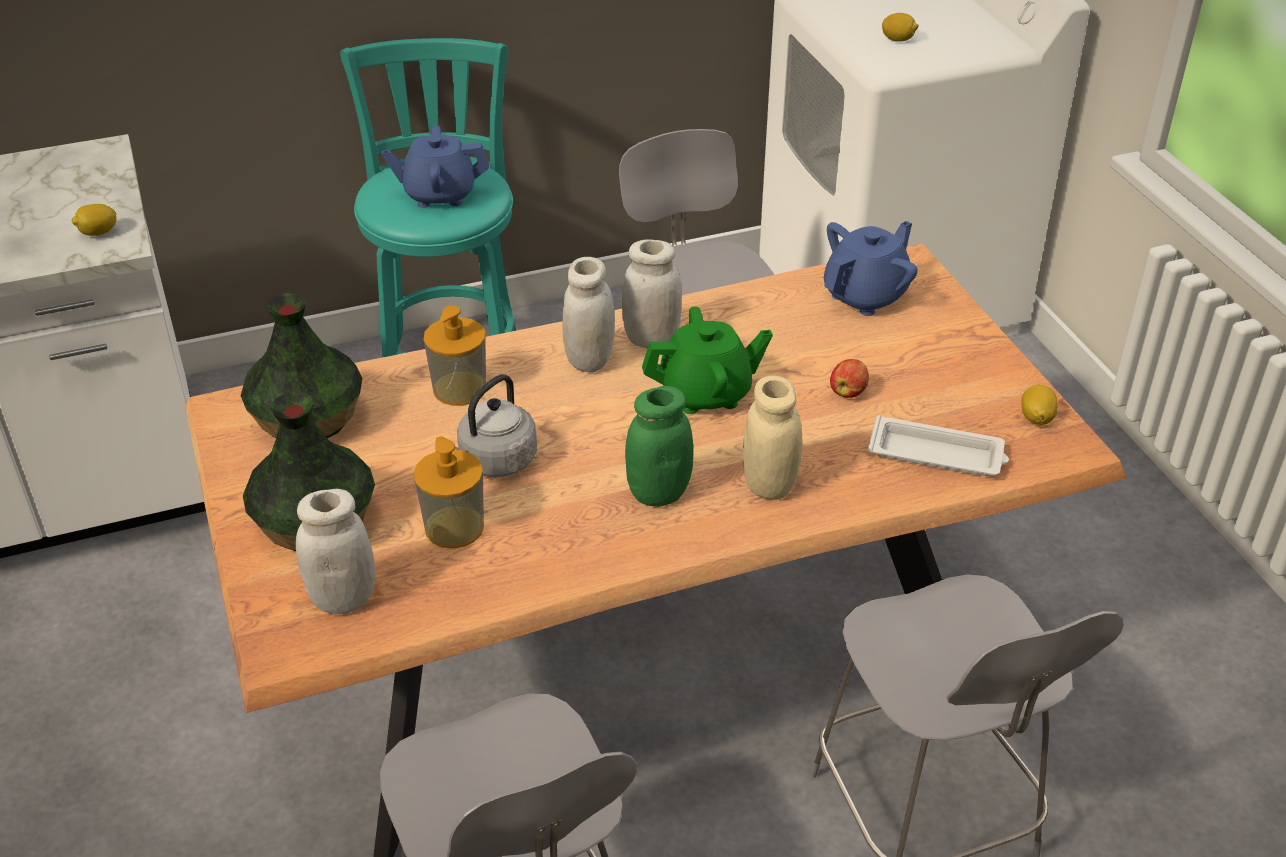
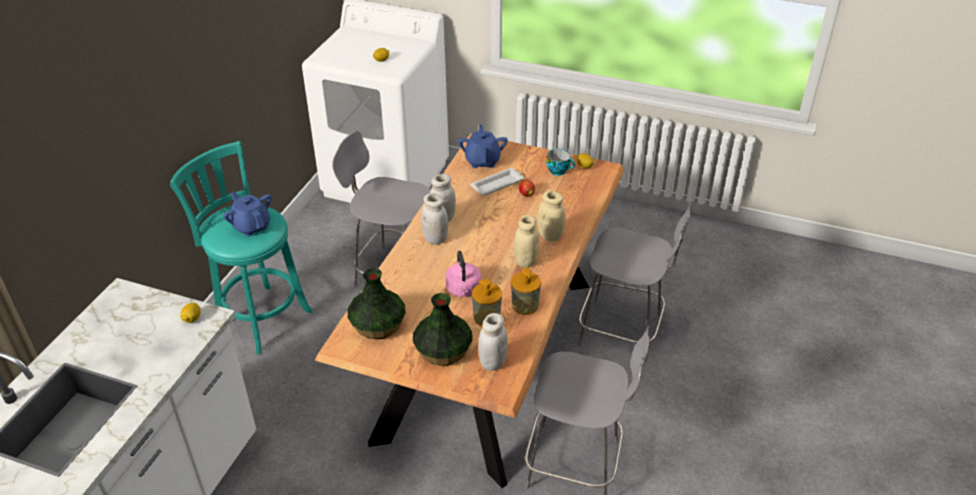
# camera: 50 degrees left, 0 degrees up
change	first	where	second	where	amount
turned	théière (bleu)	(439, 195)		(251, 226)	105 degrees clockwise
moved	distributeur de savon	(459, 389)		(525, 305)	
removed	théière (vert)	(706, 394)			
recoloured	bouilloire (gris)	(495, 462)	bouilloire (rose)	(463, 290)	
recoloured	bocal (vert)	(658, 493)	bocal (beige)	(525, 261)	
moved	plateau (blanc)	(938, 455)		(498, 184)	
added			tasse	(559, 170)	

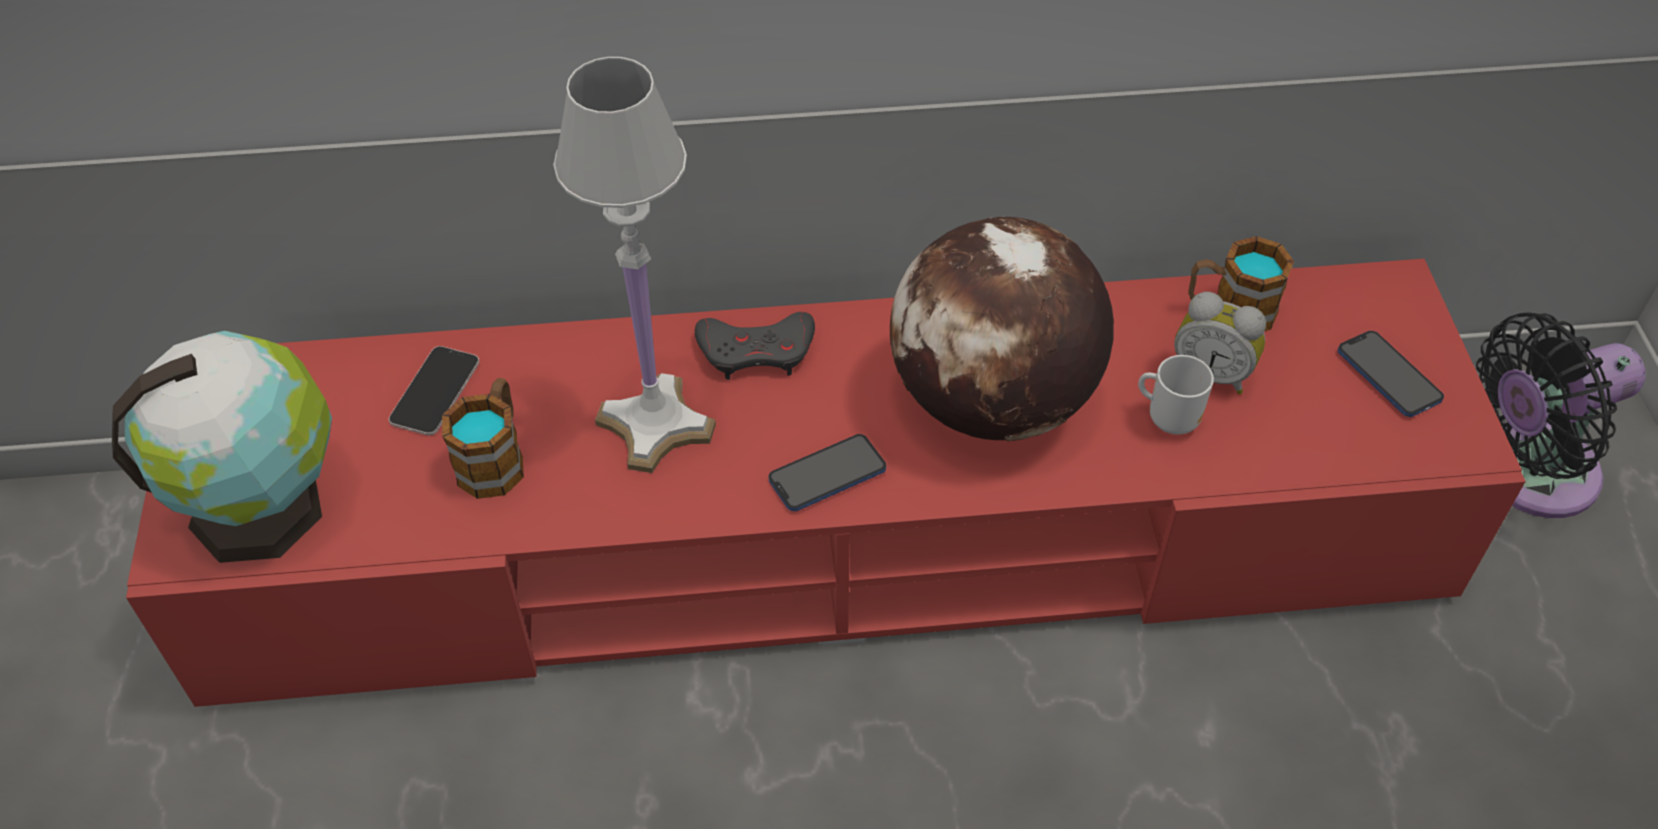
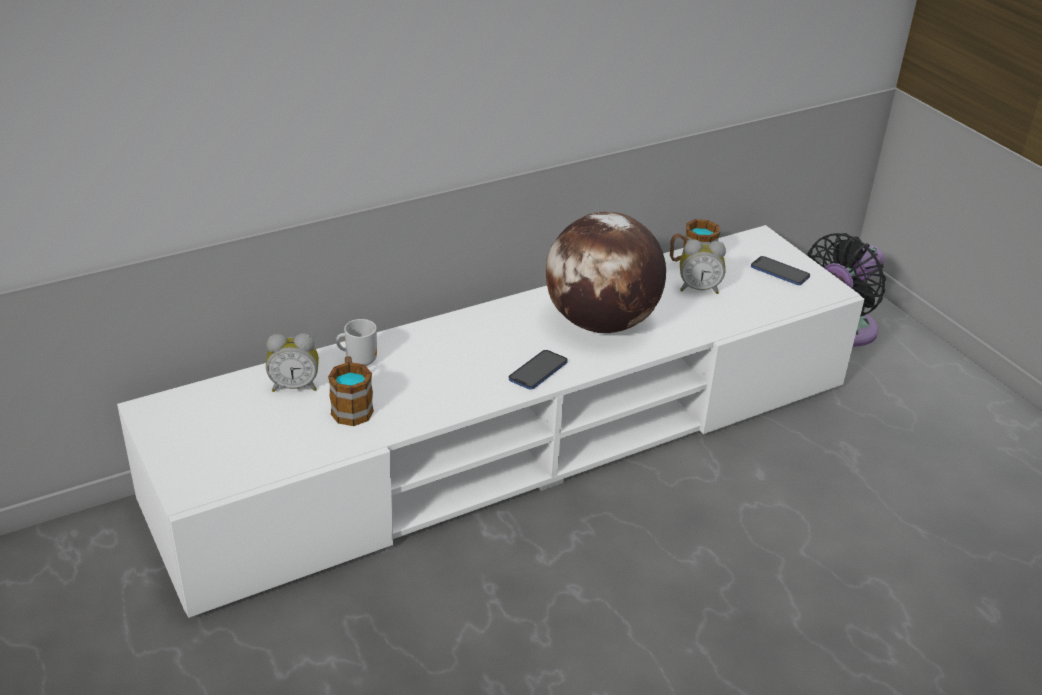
# camera: 25 degrees left, 15 degrees down
change	first	where	second	where	amount
removed	lampe de table (blanc)	(654, 425)			
recoloured	meuble télé (rouge)	(832, 539)	meuble télé (blanc)	(518, 442)	
removed	manette (gris)	(757, 351)			
removed	globe	(265, 507)			
replaced	téléphone	(435, 391)	réveil	(294, 386)	
moved	mug	(1170, 418)		(359, 360)	

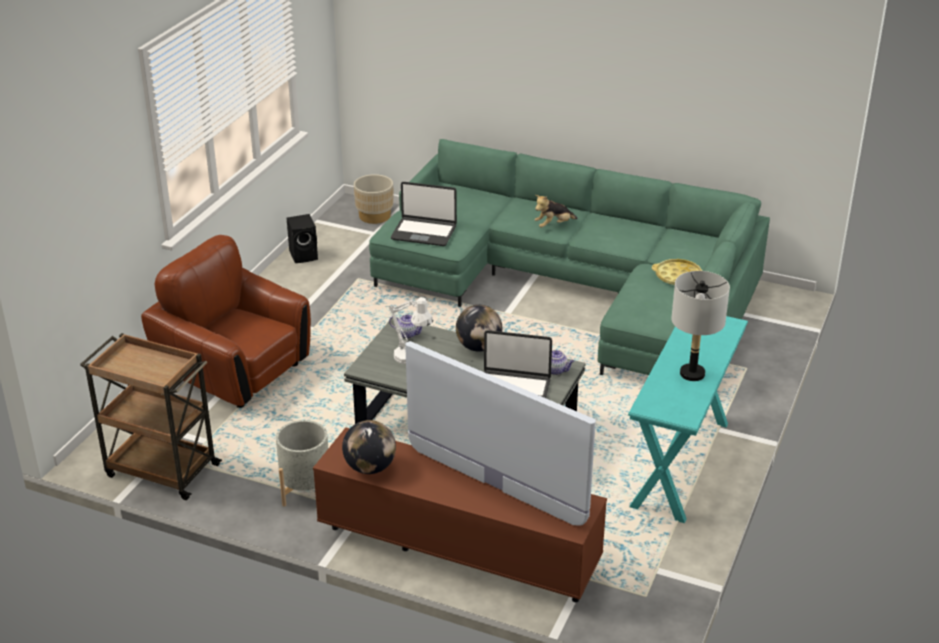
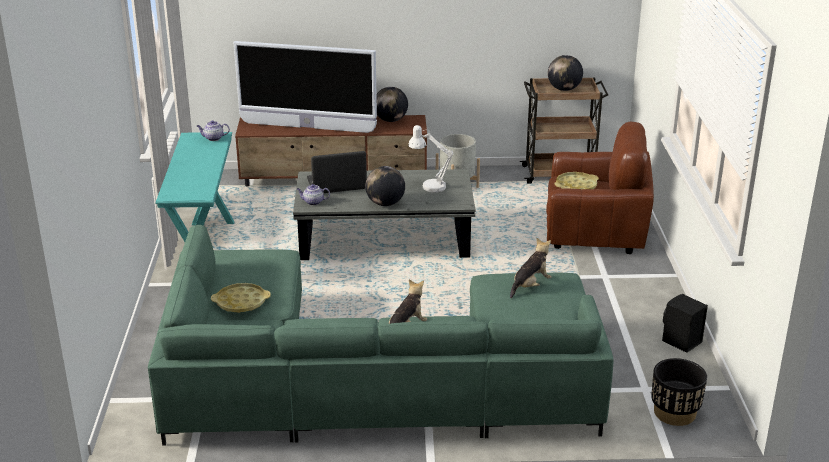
# camera: 155 degrees right, 5 degrees down
change	first	where	second	where	amount
recoloured	cache-pot (beige)	(374, 216)	cache-pot (noir)	(674, 413)	
replaced	ordinateur portable	(424, 232)	peluche	(530, 286)	
removed	lampe de table (gris)	(692, 374)			
moved	théière	(408, 334)		(213, 138)	
added			globe	(564, 89)	
added			plateau (jaune)	(576, 186)	

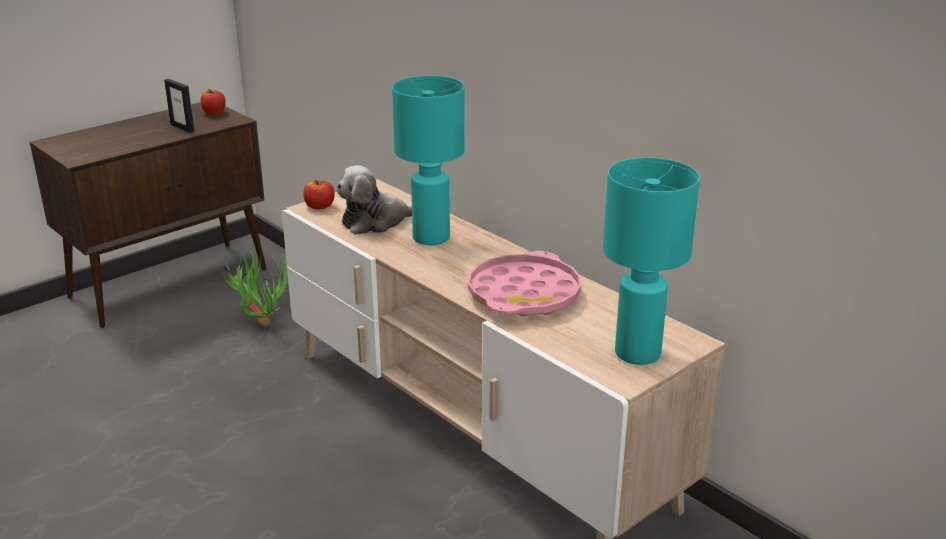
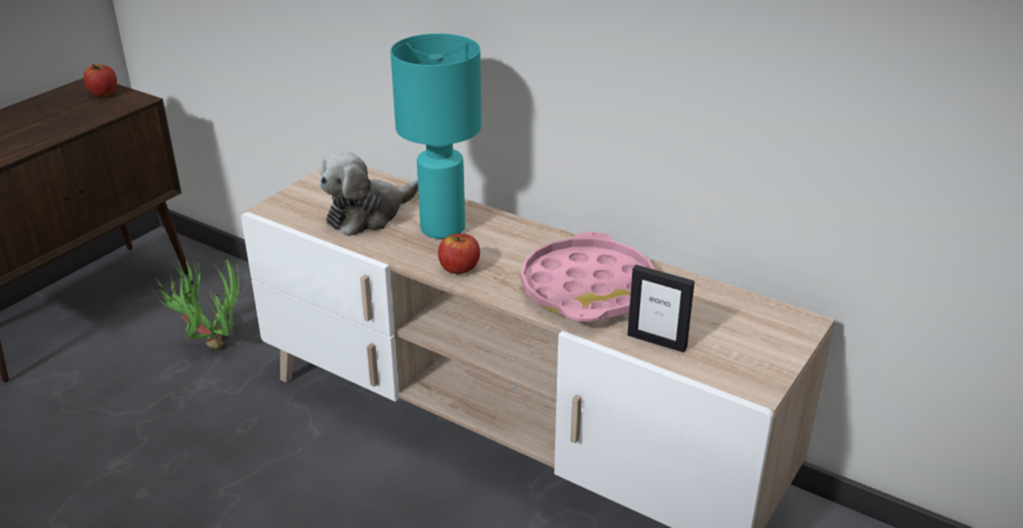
# camera: 15 degrees left, 5 degrees up
change	first	where	second	where	amount
moved	cadre photo	(182, 128)		(657, 341)	
removed	lampe de table (turquoise)	(636, 353)			
moved	pomme	(319, 206)		(459, 268)	

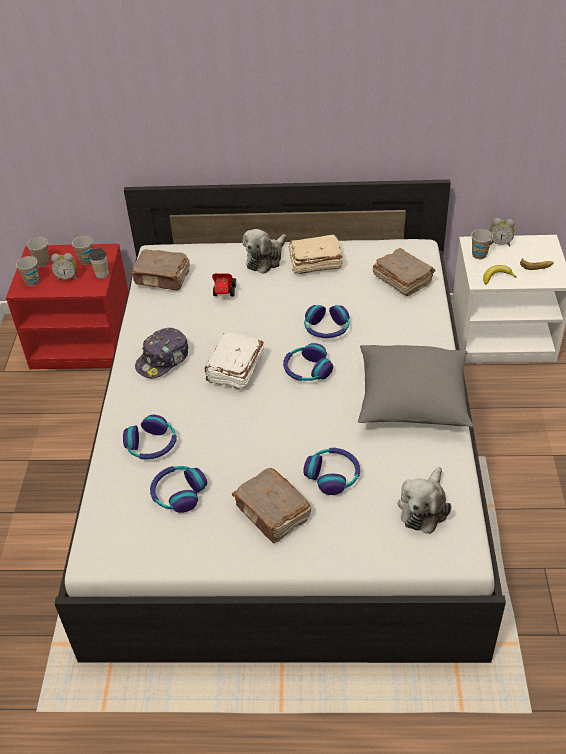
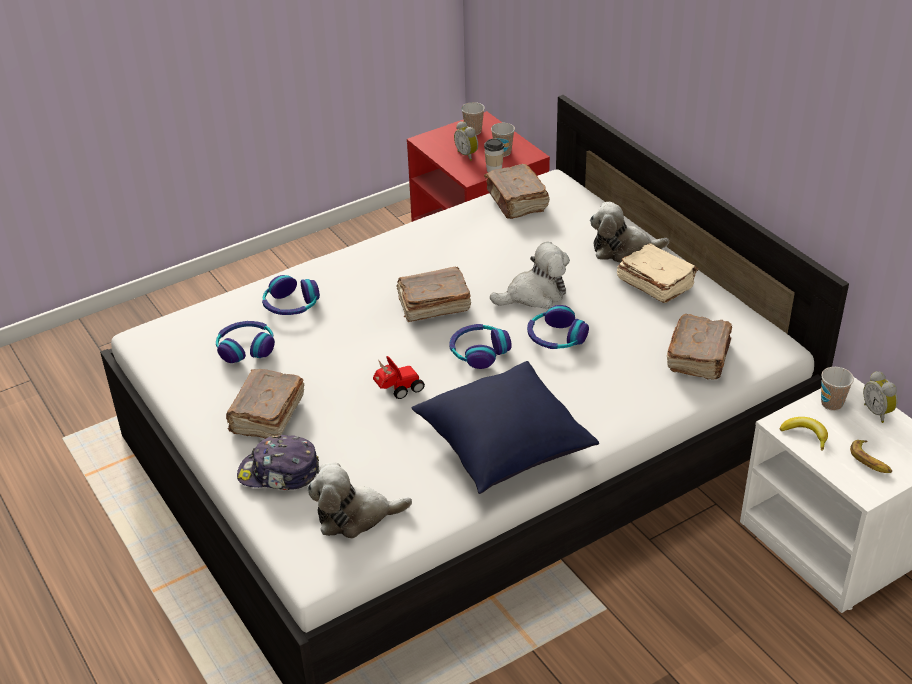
# camera: 55 degrees right, 5 degrees down
change	first	where	second	where	amount
removed	tasse	(32, 282)			
moved	petite voiture	(224, 294)		(397, 389)	
moved	casquette	(163, 360)		(279, 473)	
recoloured	livre (blanc)	(234, 369)	livre (marron)	(432, 305)	
recoloured	coussin (gris)	(412, 402)	coussin (bleu)	(503, 446)	
removed	casque audio	(333, 475)			
added			peluche	(534, 295)	

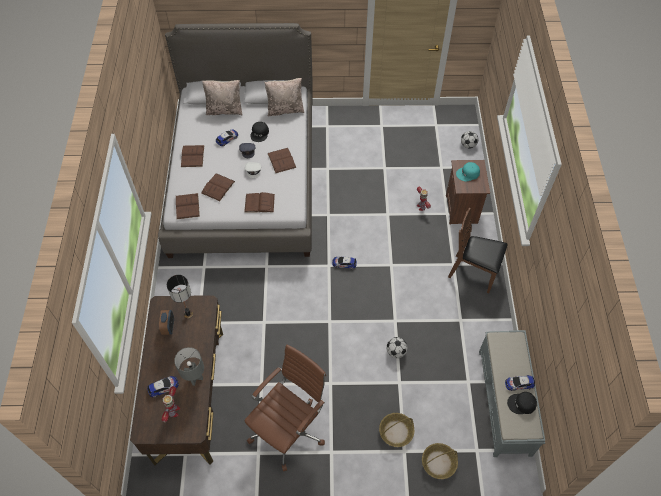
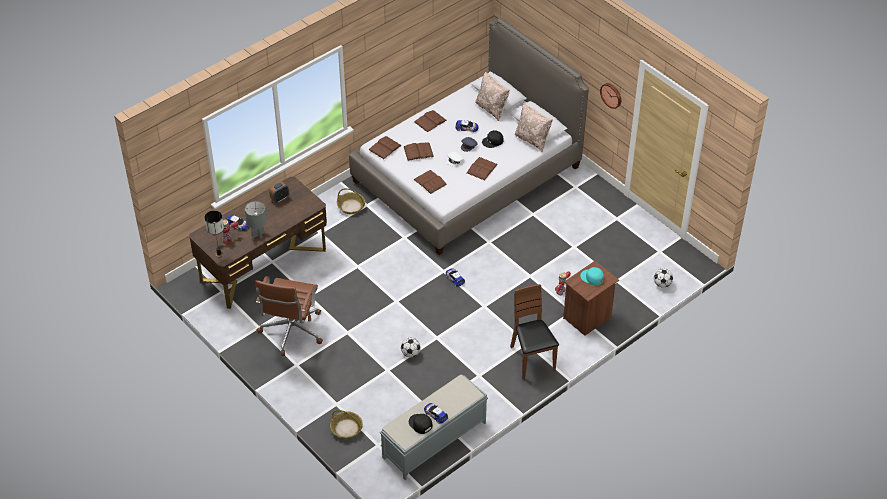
# camera: 50 degrees right, 10 degrees down
change	first	where	second	where	amount
moved	lampe de table	(188, 314)		(219, 254)	
turned	chaise de bureau (marron)	(289, 428)		(291, 332)	105 degrees clockwise
moved	panier	(396, 431)		(351, 206)	
added			horloge murale	(611, 95)	

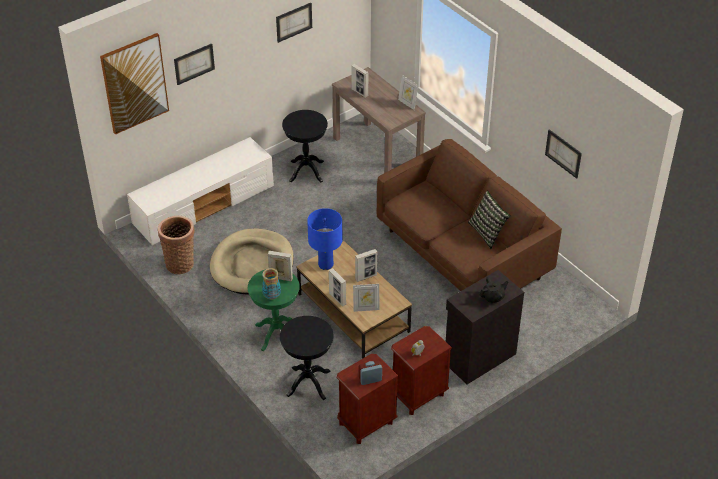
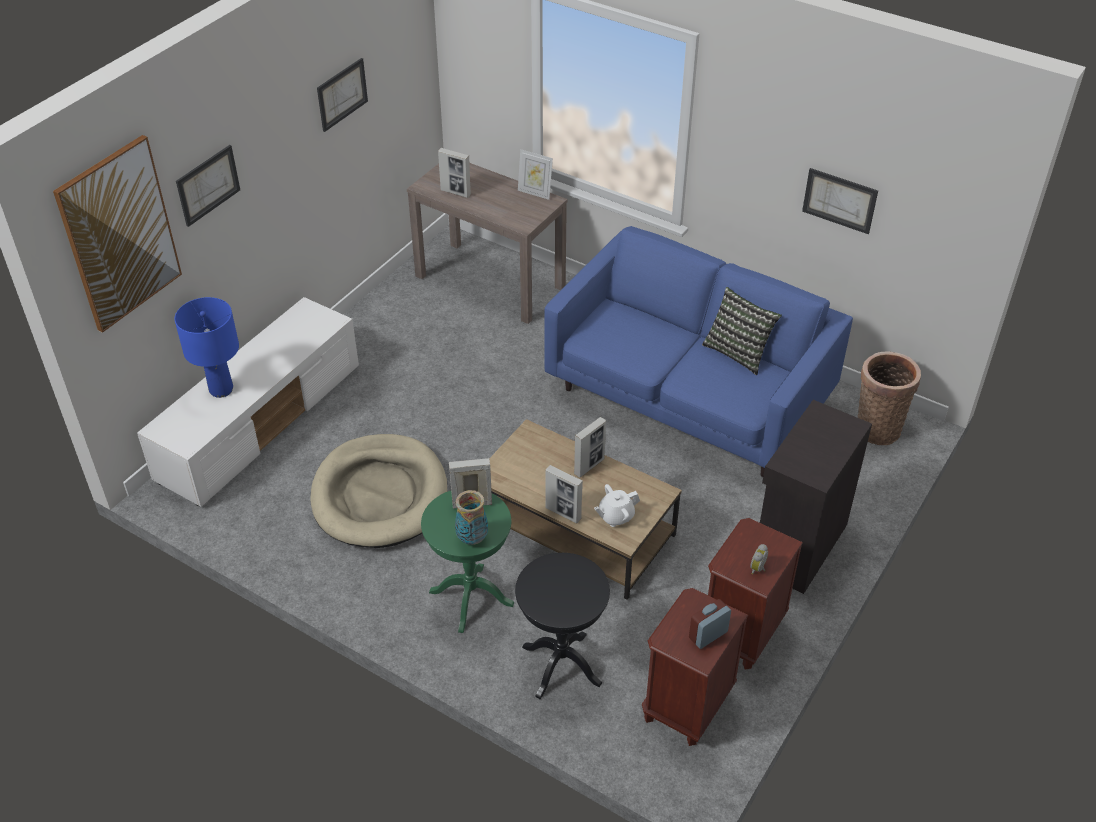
# camera: 20 degrees left, 0 degrees up
change	first	where	second	where	amount
removed	table d'appoint (noir)	(306, 171)			
recoloured	canapé (marron)	(462, 254)	canapé (bleu)	(688, 396)	
moved	lampe de table (bleu)	(326, 265)		(221, 390)	
moved	panier	(180, 263)		(877, 427)	
removed	théière (noir)	(493, 297)			
replaced	cadre photo	(366, 308)	théière (blanc)	(615, 516)	

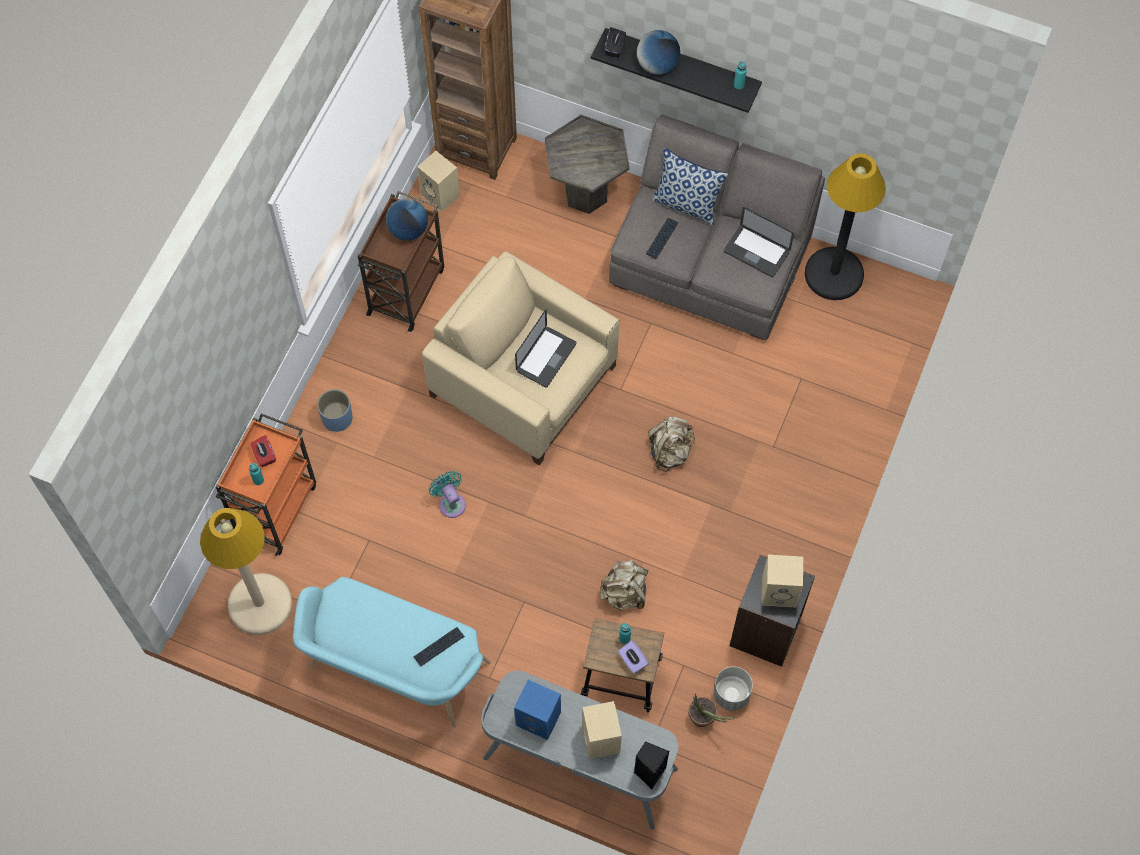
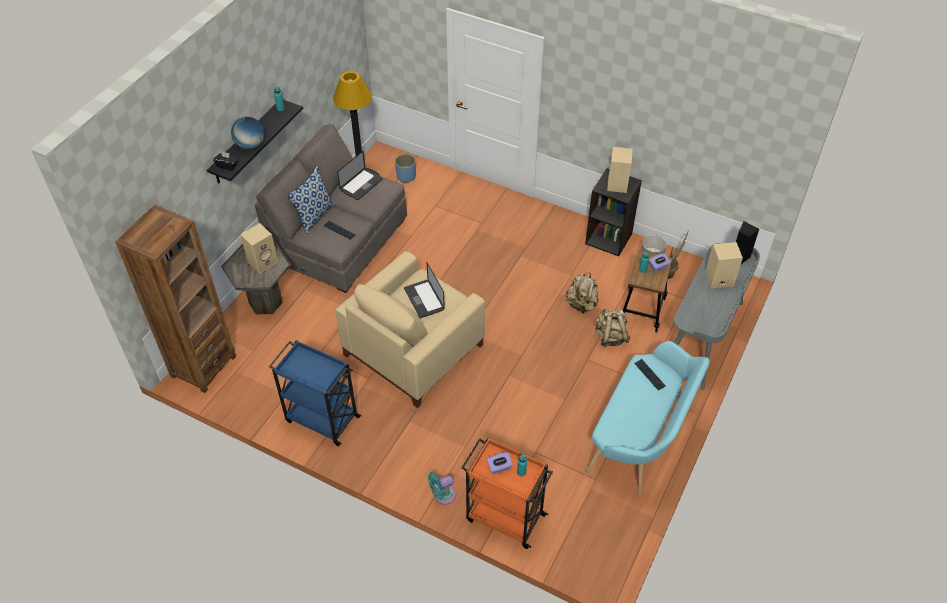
# camera: 85 degrees left, 15 degrees down
change	first	where	second	where	amount
moved	enceinte (beige)	(441, 195)		(263, 261)	
recoloured	chariot (marron)	(406, 290)	chariot (bleu)	(321, 418)	
removed	globe	(408, 230)			
turned	ordinateur portable	(546, 357)		(424, 299)	150 degrees counterclockwise
moved	cache-pot (bleu)	(337, 418)		(406, 176)	
moved	sac à dos (beige)	(670, 451)		(610, 337)	
recoloured	boîte à mouchoirs (rouge)	(264, 455)	boîte à mouchoirs (violet)	(499, 467)	
moved	ventilateur (turquoise)	(451, 503)		(442, 495)	
removed	lampadaire (beige)	(260, 604)			
removed	enceinte (bleu)	(539, 718)			

